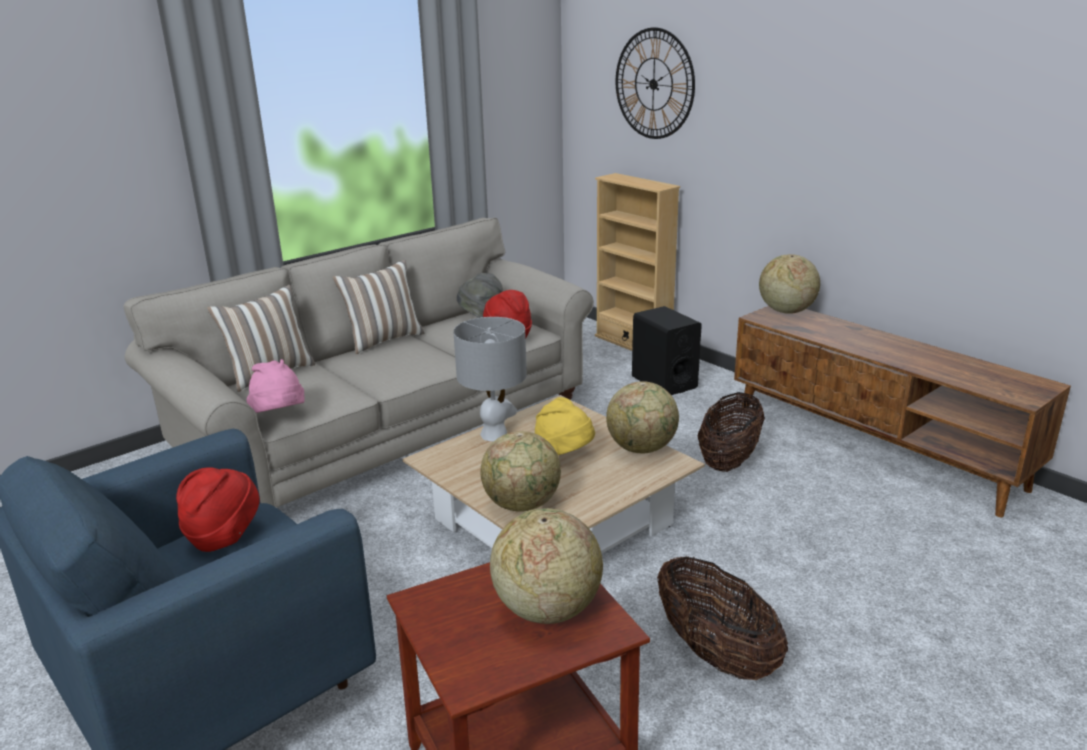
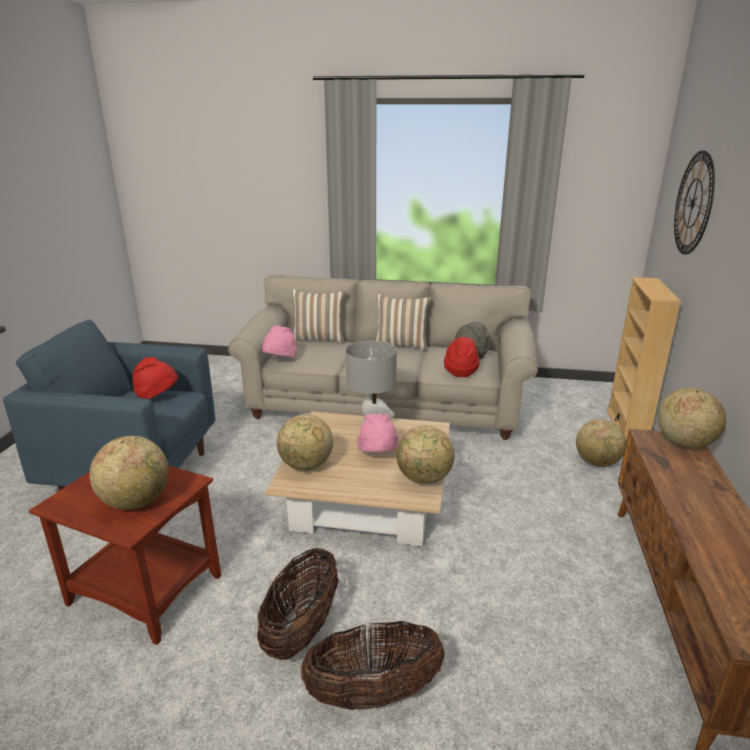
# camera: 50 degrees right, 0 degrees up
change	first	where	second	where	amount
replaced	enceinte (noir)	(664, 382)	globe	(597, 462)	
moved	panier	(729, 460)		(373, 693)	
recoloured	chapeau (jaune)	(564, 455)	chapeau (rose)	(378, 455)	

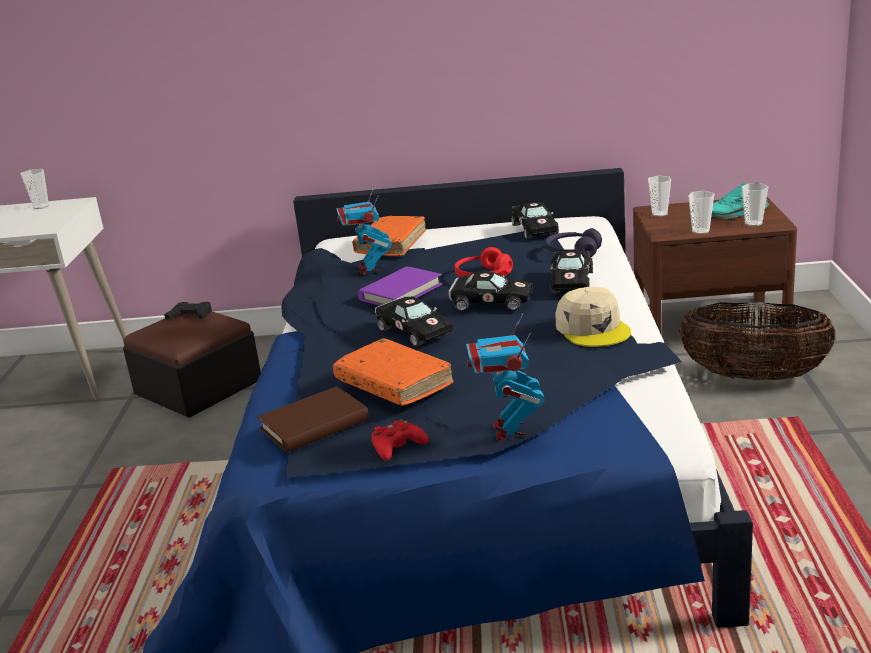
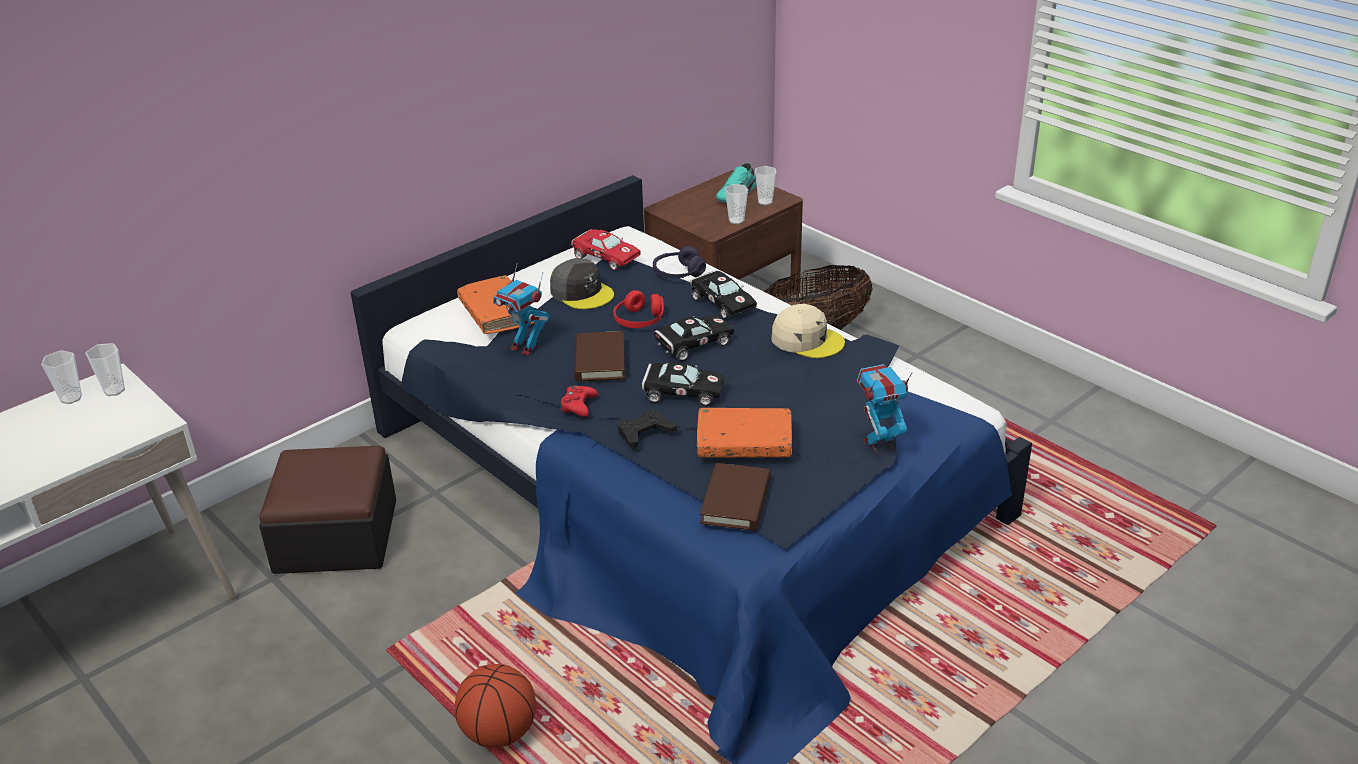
# camera: 45 degrees left, 10 degrees up
change	first	where	second	where	amount
moved	tasse	(659, 214)		(114, 390)	
recoloured	petite voiture (noir)	(535, 228)	petite voiture (rouge)	(604, 257)	
recoloured	livre (violet)	(400, 292)	livre (marron)	(600, 360)	
moved	manette (noir)	(190, 315)		(645, 433)	
turned	robot jouet	(508, 431)		(879, 443)	120 degrees clockwise
moved	manette (rouge)	(397, 446)		(578, 406)	
added			casquette (gris)	(582, 292)	
added			ballon de basket	(499, 733)	

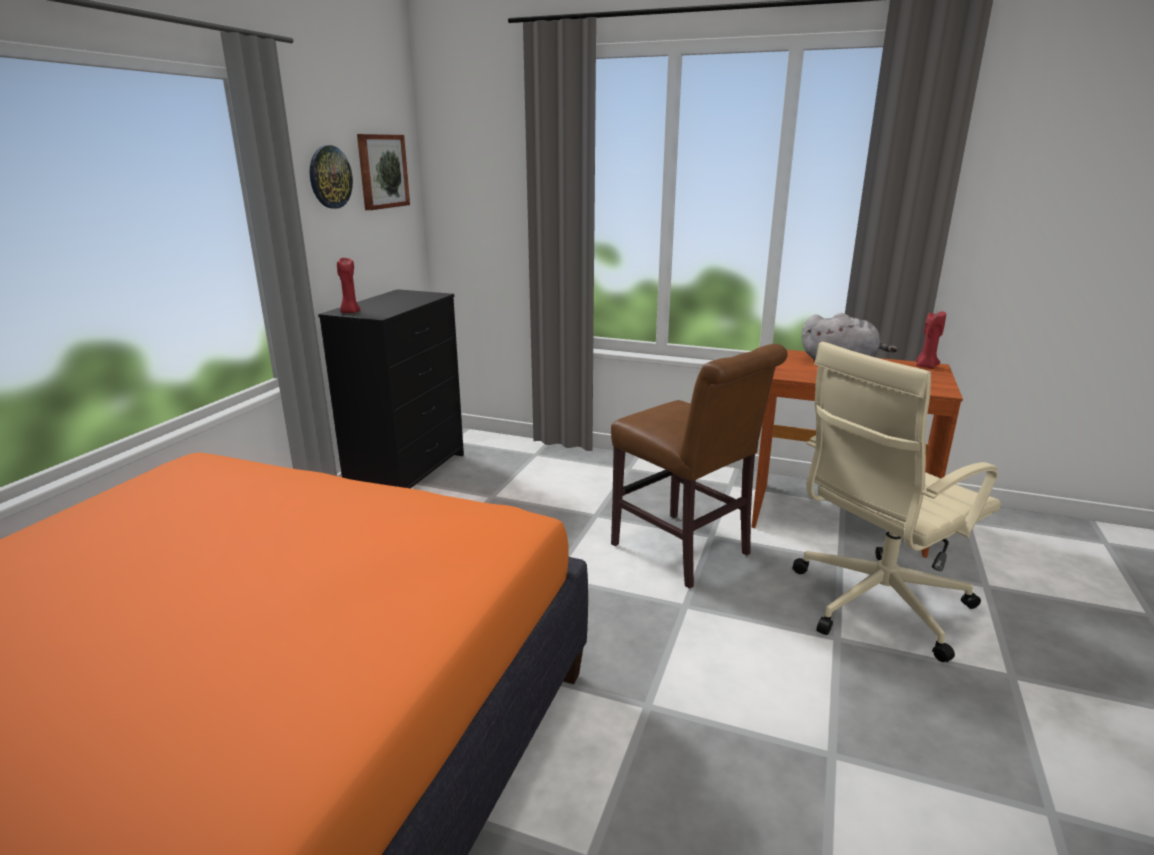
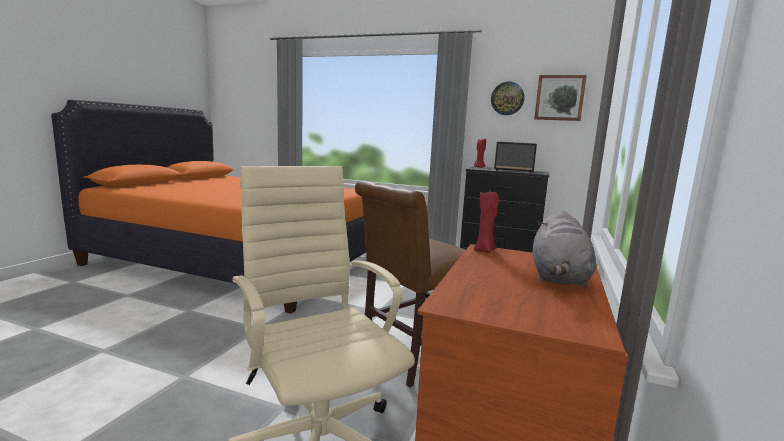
# camera: 90 degrees right, 10 degrees down
change	first	where	second	where	amount
moved	bougie (rouge)	(926, 366)		(484, 251)	
added			enceinte	(514, 171)	

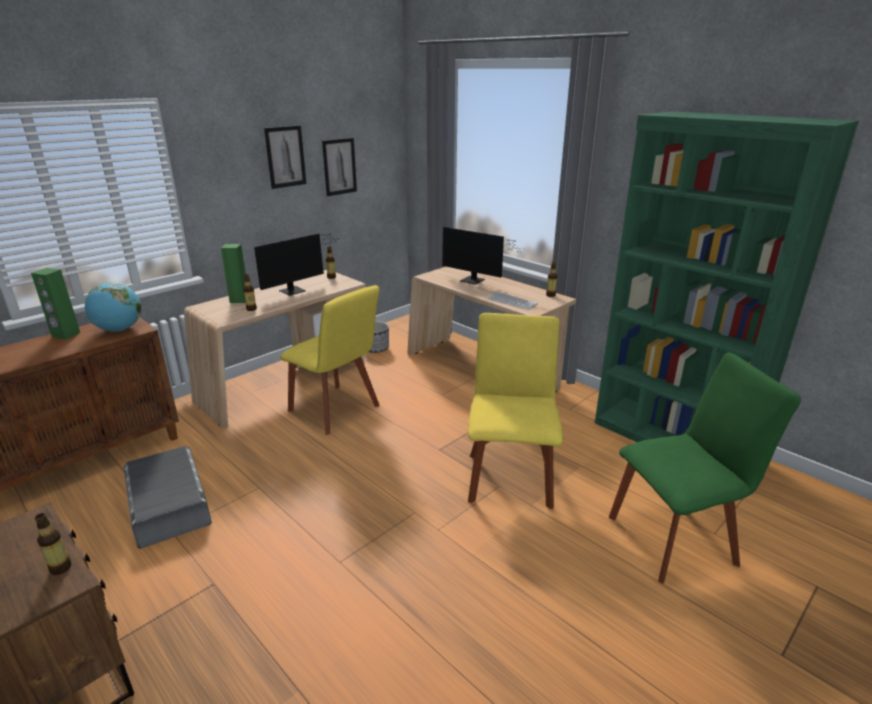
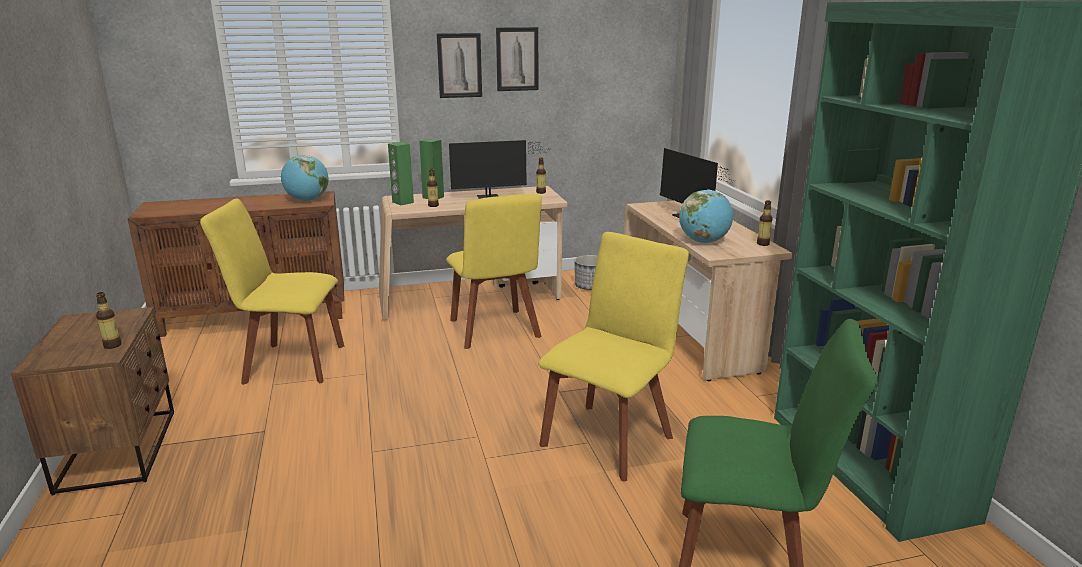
# camera: 30 degrees right, 5 degrees down
change	first	where	second	where	amount
moved	tableau	(339, 166)		(459, 65)	
moved	enceinte (vert)	(65, 335)		(402, 202)	
replaced	clavier	(512, 302)	globe	(704, 242)	
replaced	boîte de rangement (gris)	(168, 503)	chaise (jaune)	(289, 363)	

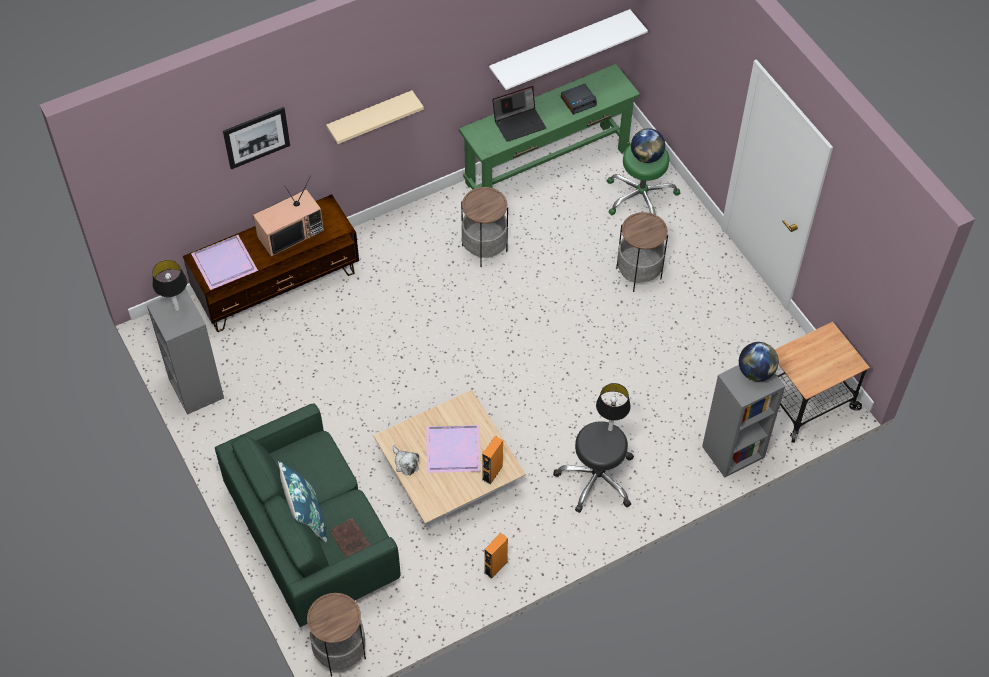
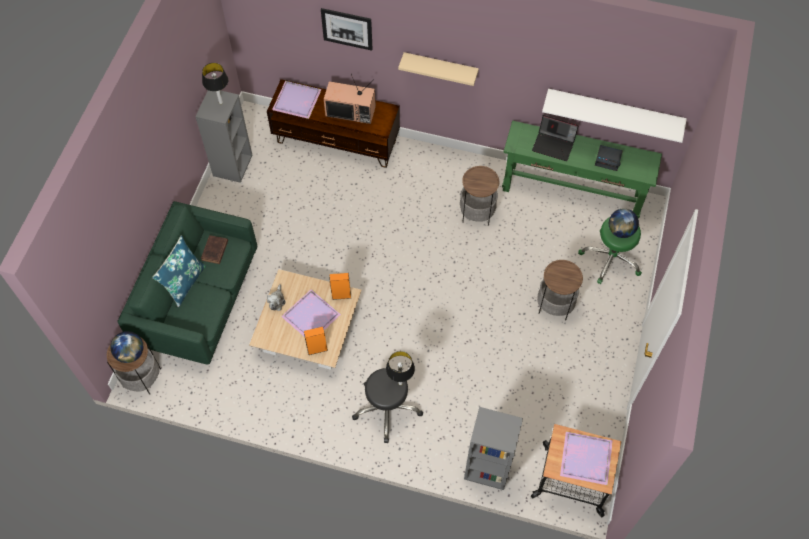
# camera: 45 degrees right, 5 degrees up
change	first	where	second	where	amount
moved	globe	(755, 372)		(130, 353)	
moved	livre (marron)	(351, 541)		(214, 251)	
moved	enceinte (orange)	(495, 567)		(341, 295)	
added			plateau (violet)	(587, 459)	

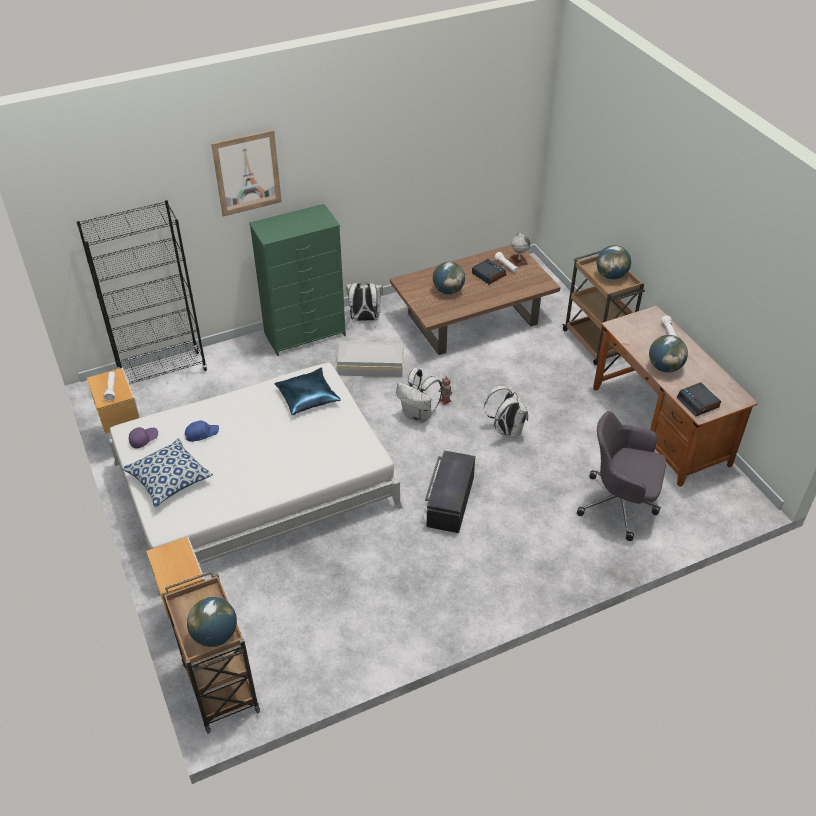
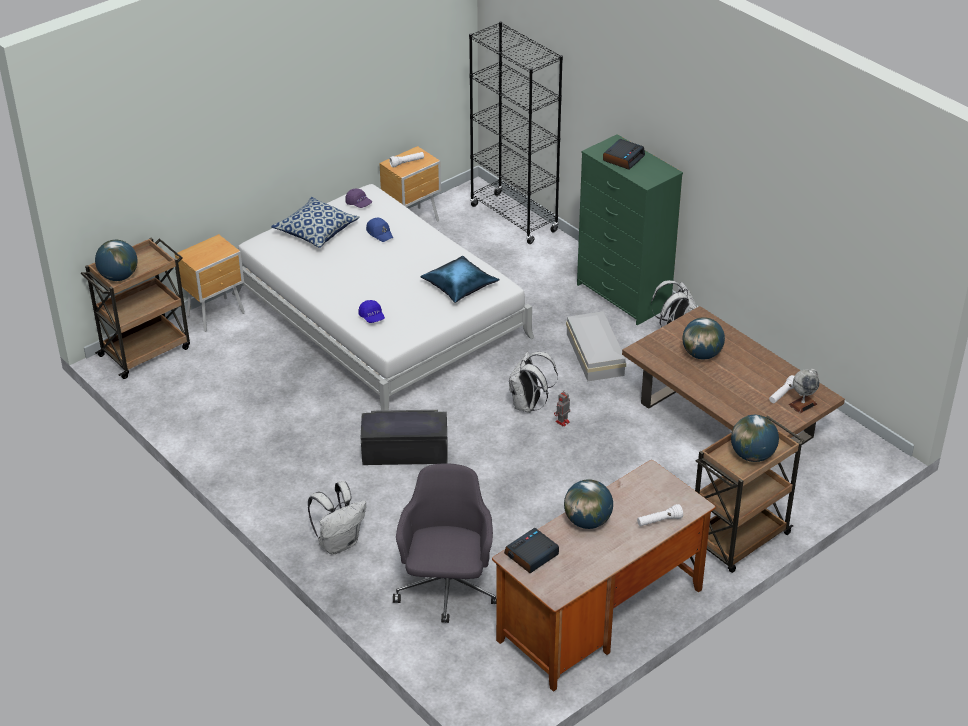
# camera: 75 degrees right, 5 degrees down
change	first	where	second	where	amount
removed	tableau	(247, 173)			
moved	réveil	(488, 275)		(623, 158)	
moved	sac à dos (blanc)	(506, 430)		(339, 542)	
added			casquette (bleu)	(372, 317)	

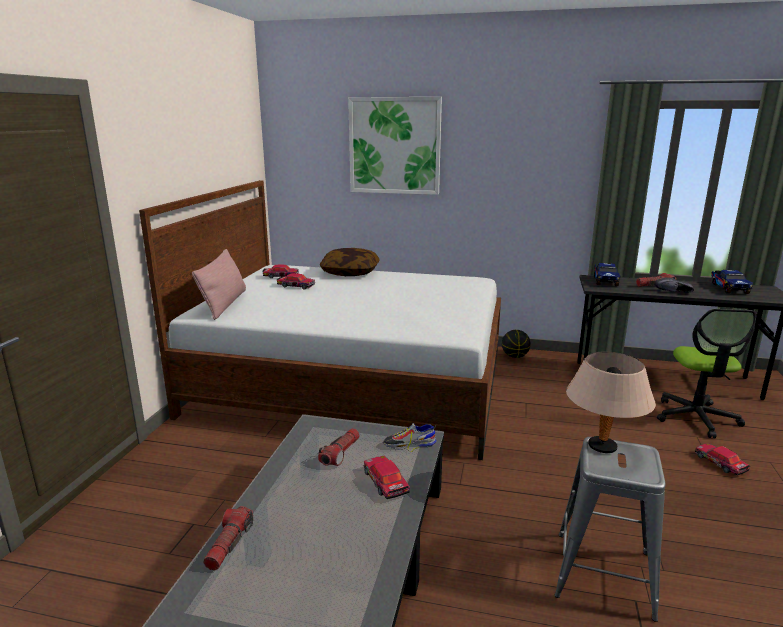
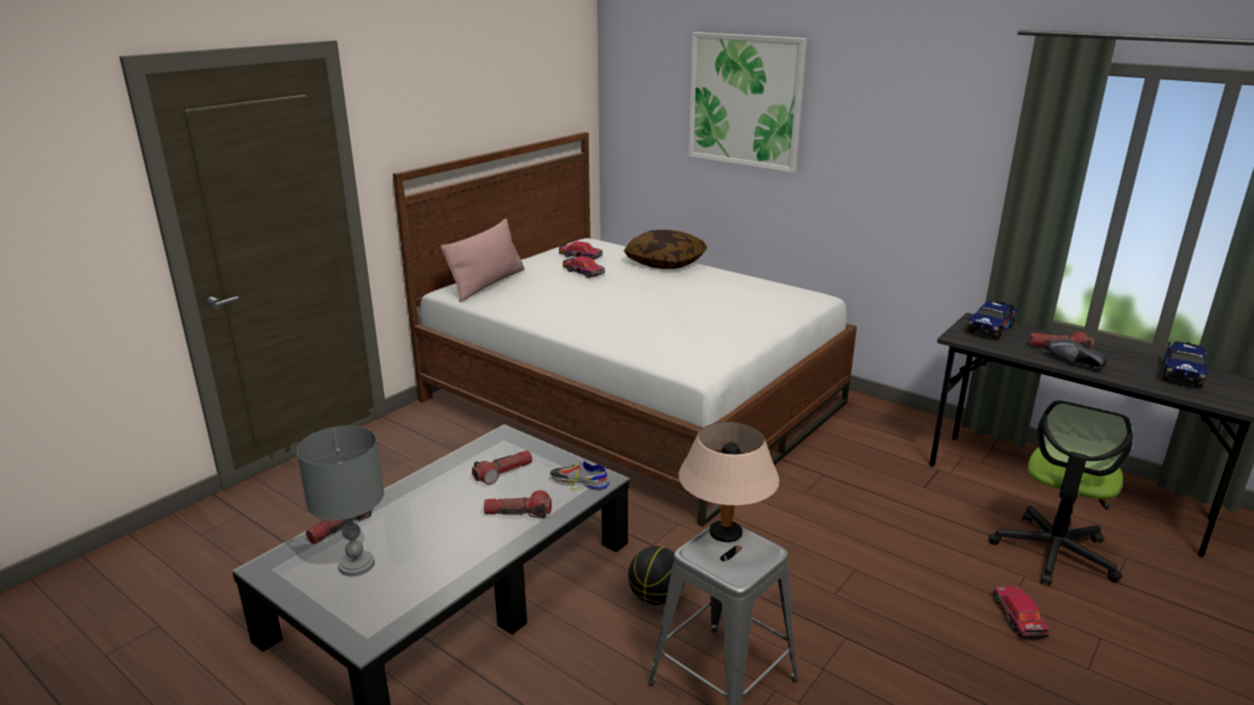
# camera: 25 degrees right, 5 degrees up
change	first	where	second	where	amount
moved	ballon de basket	(515, 356)		(656, 597)	
replaced	petite voiture	(385, 483)	lampe de poche	(518, 513)	
added			lampe de table (gris)	(356, 564)	

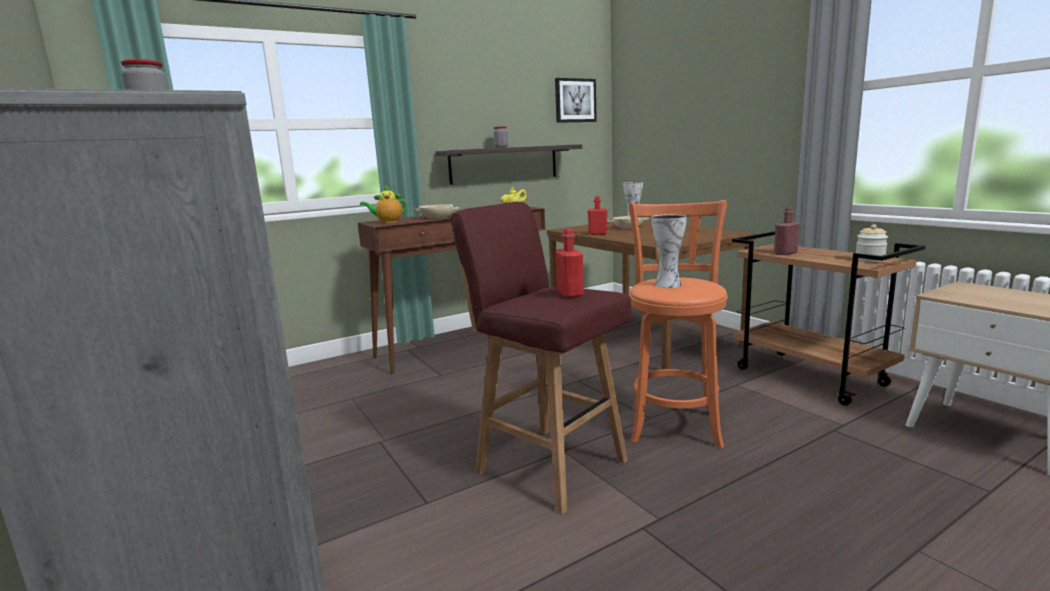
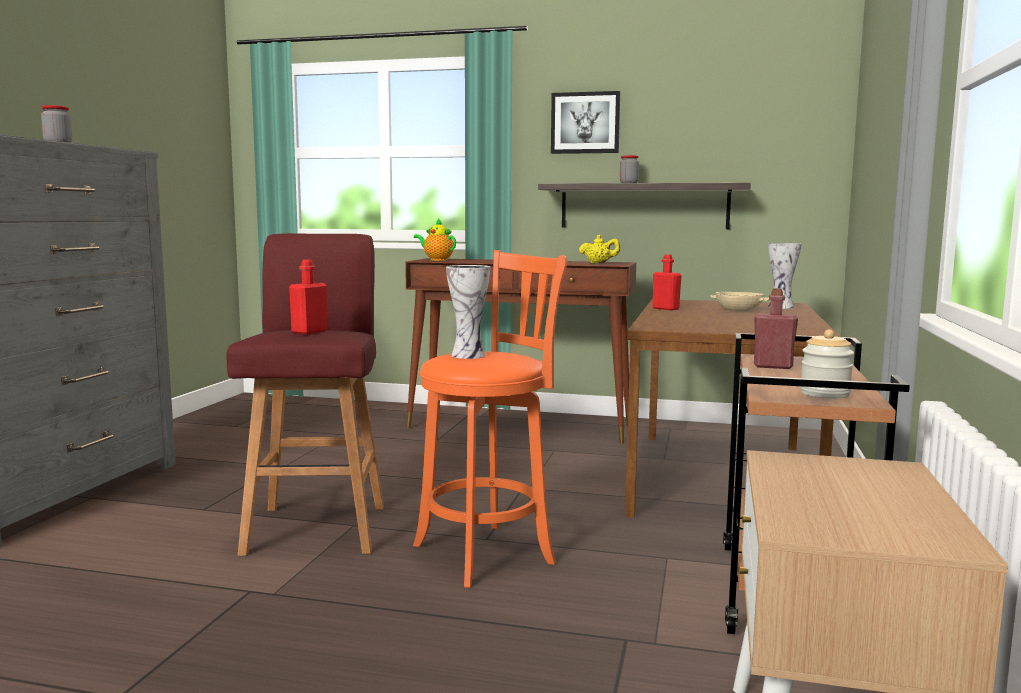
# camera: 45 degrees right, 5 degrees down
change	first	where	second	where	amount
moved	tableau	(575, 100)		(585, 123)	
removed	bol (beige)	(437, 217)			

